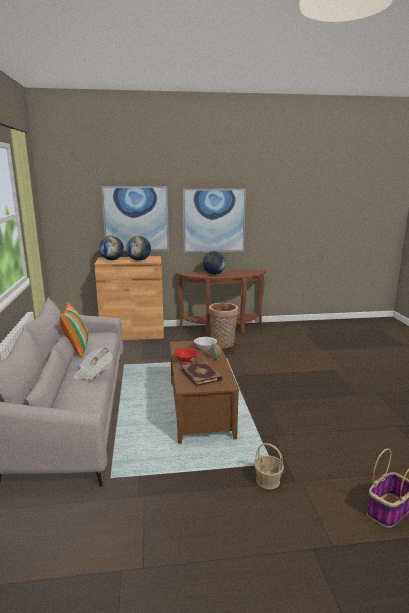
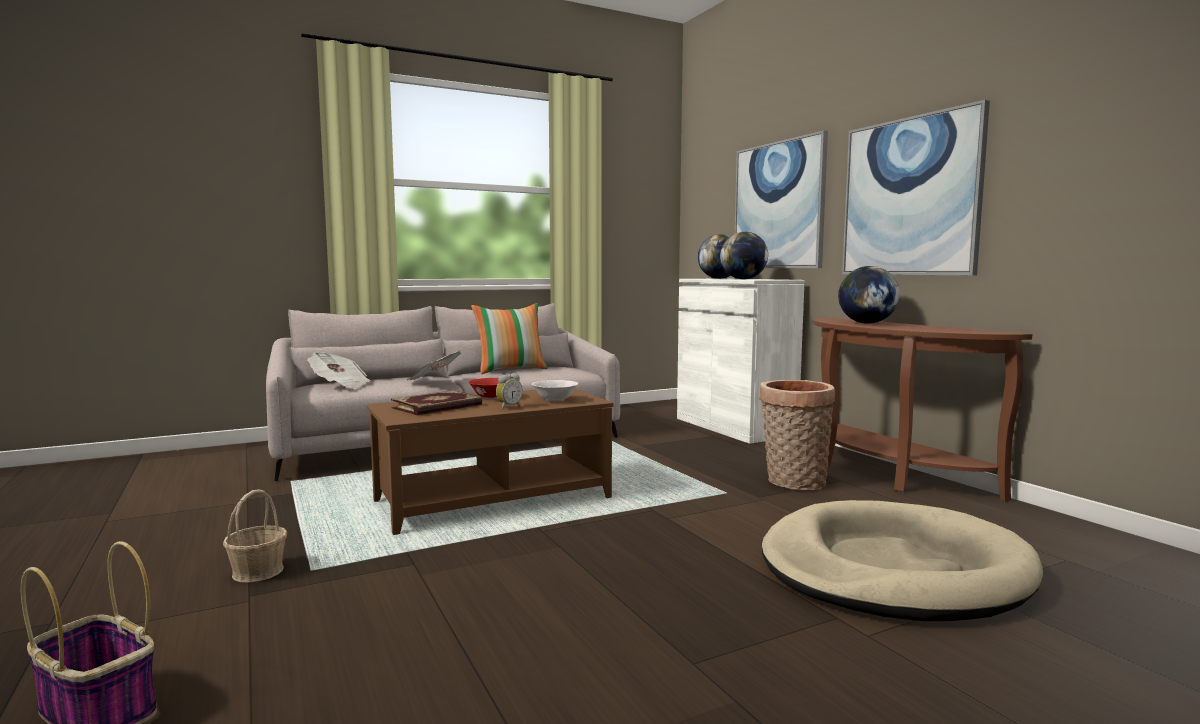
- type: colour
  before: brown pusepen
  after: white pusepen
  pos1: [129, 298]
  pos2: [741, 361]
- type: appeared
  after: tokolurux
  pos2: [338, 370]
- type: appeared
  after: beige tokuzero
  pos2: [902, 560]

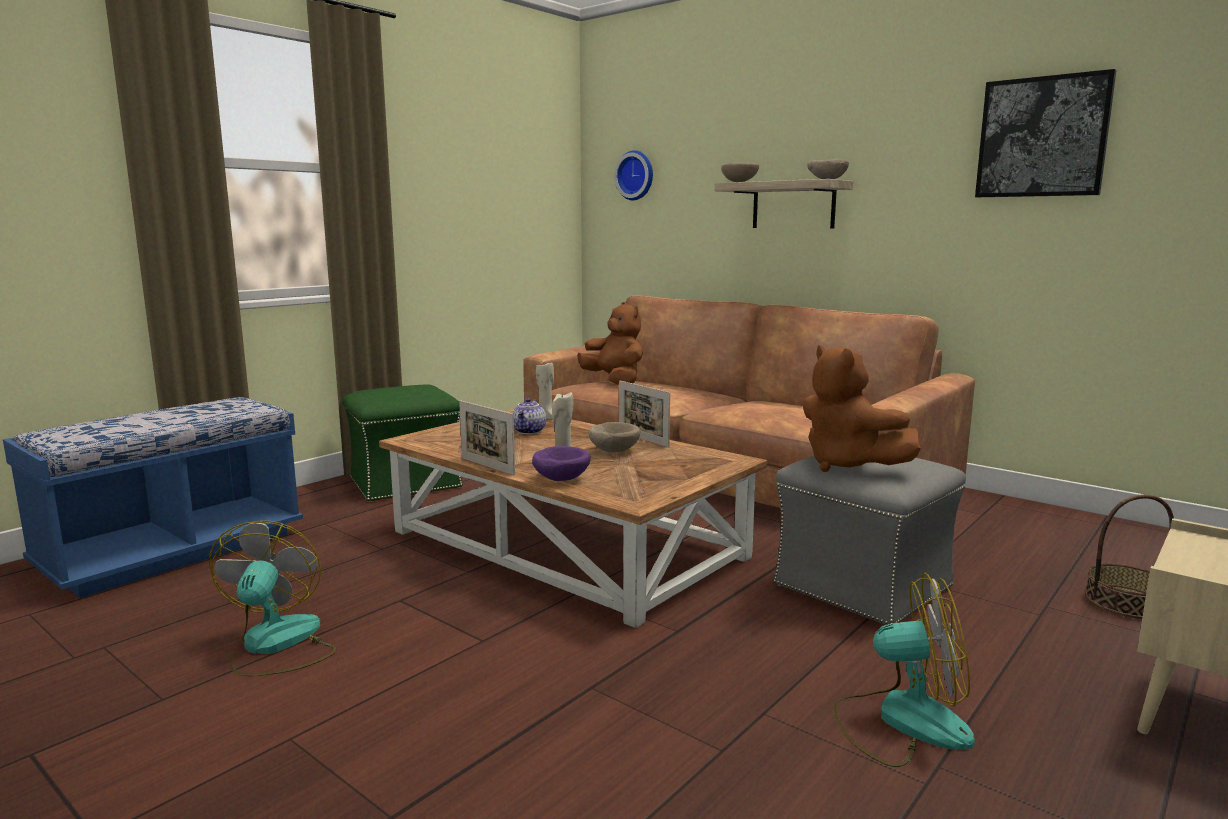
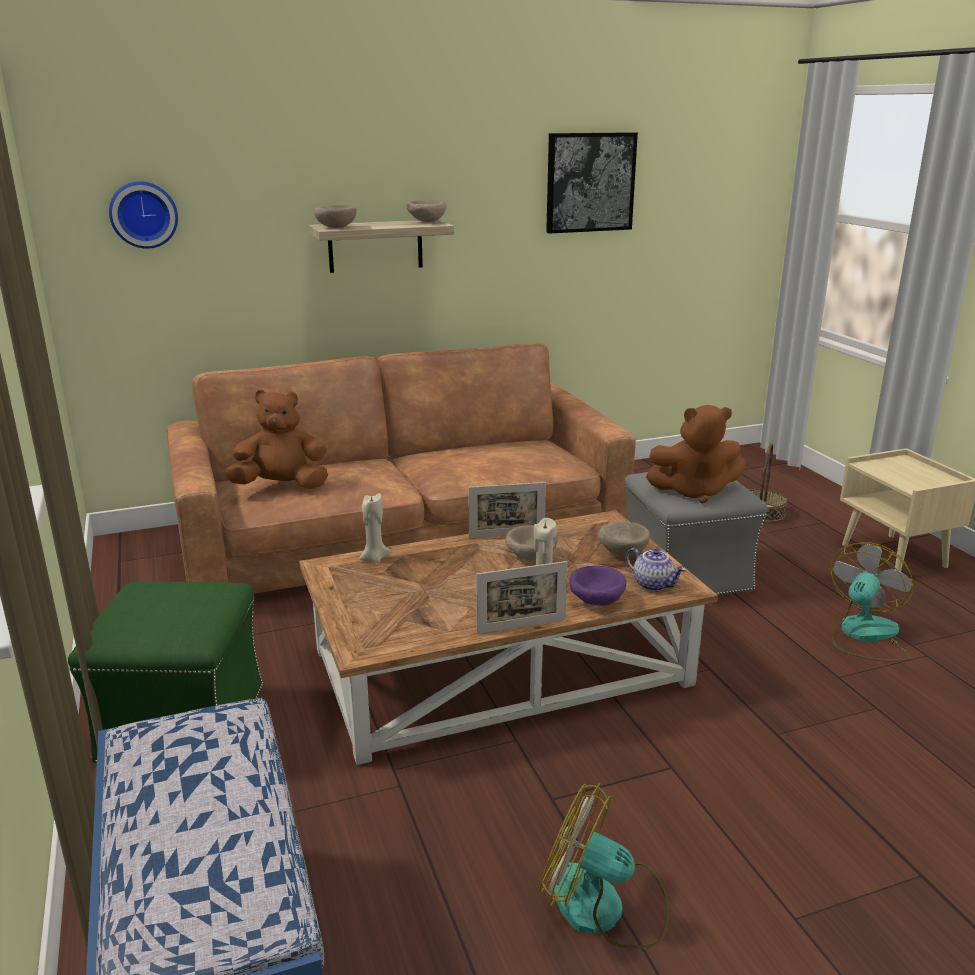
- type: relocated
  before: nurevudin
  pos1: [529, 416]
  pos2: [656, 569]
- type: appeared
  after: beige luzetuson
  pos2: [624, 538]

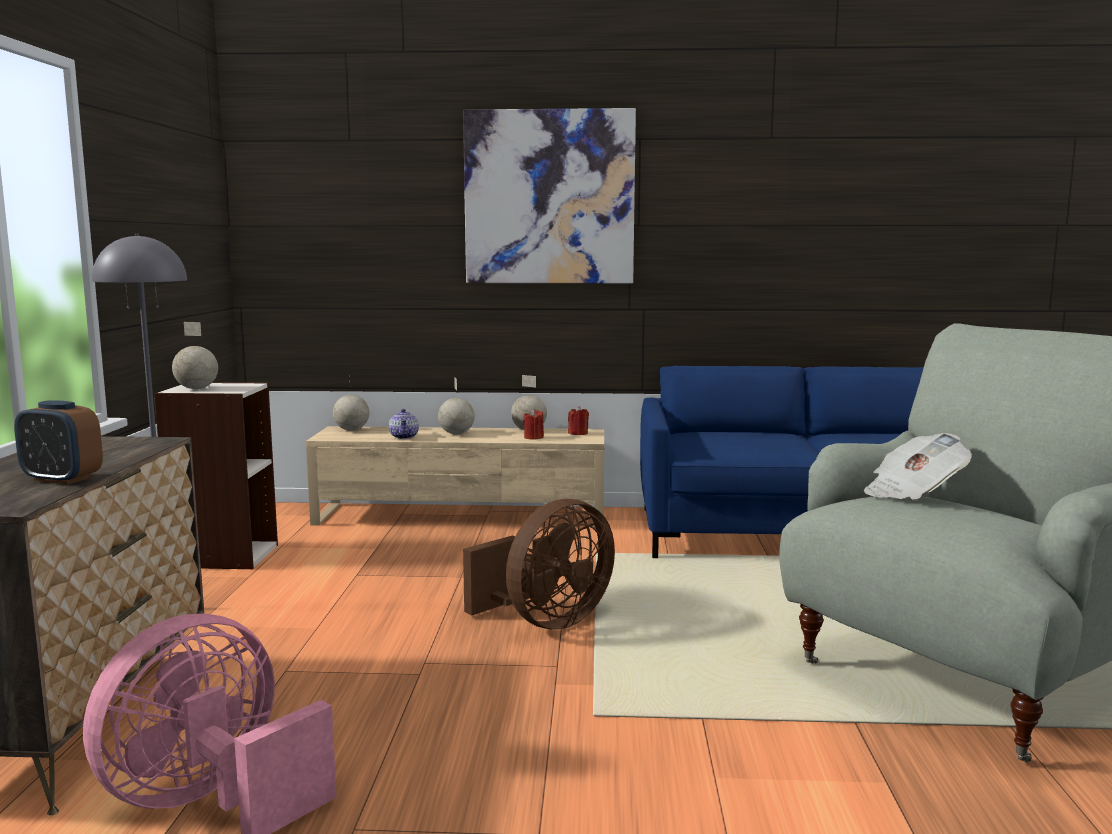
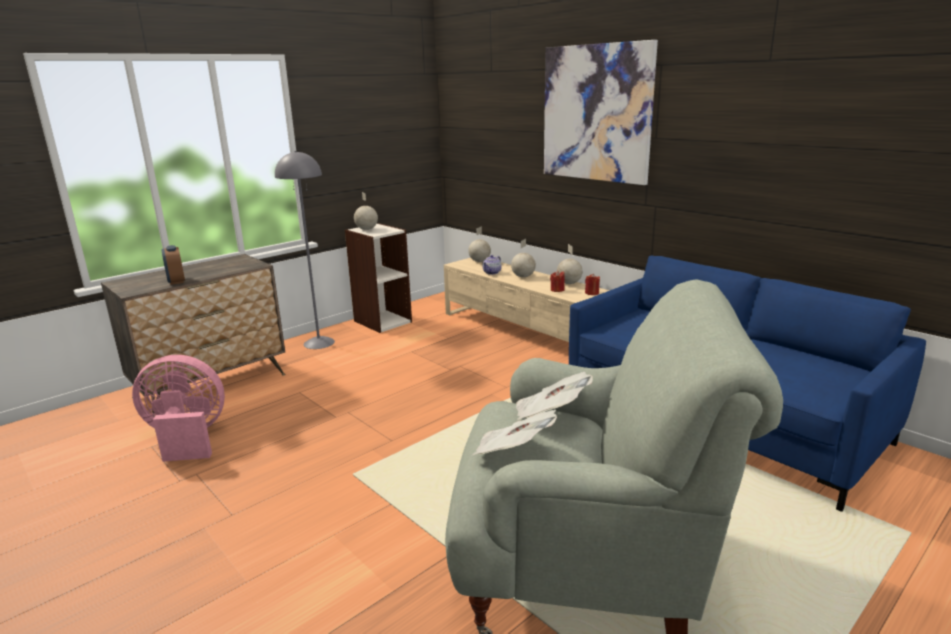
- type: missing
  before: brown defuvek
  pos1: [539, 564]
- type: appeared
  after: tokolurux
  pos2: [514, 432]

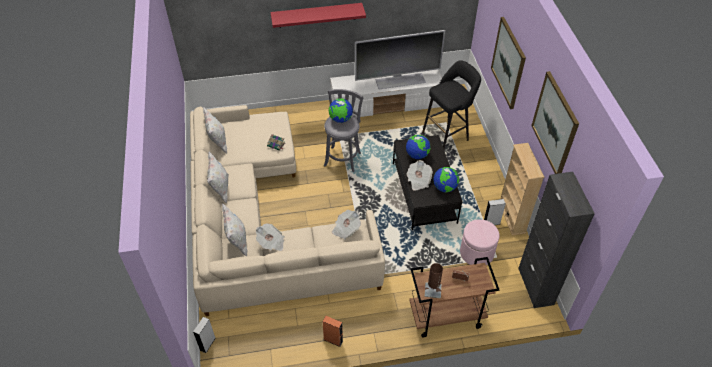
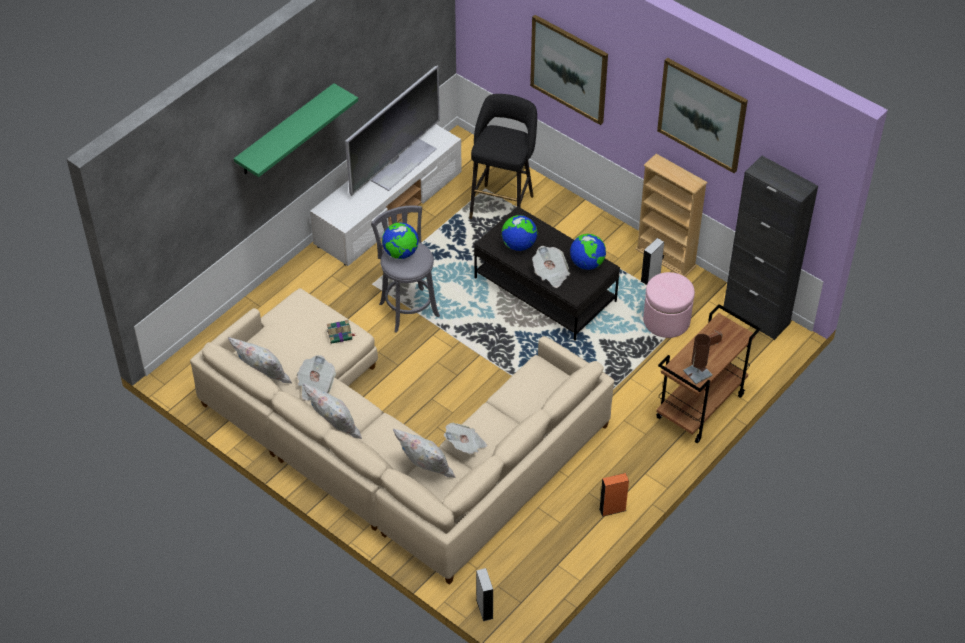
- type: colour
  before: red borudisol
  after: green borudisol
  pos1: [318, 15]
  pos2: [296, 130]
- type: relocated
  before: tokolurux
  pos1: [346, 225]
  pos2: [316, 377]

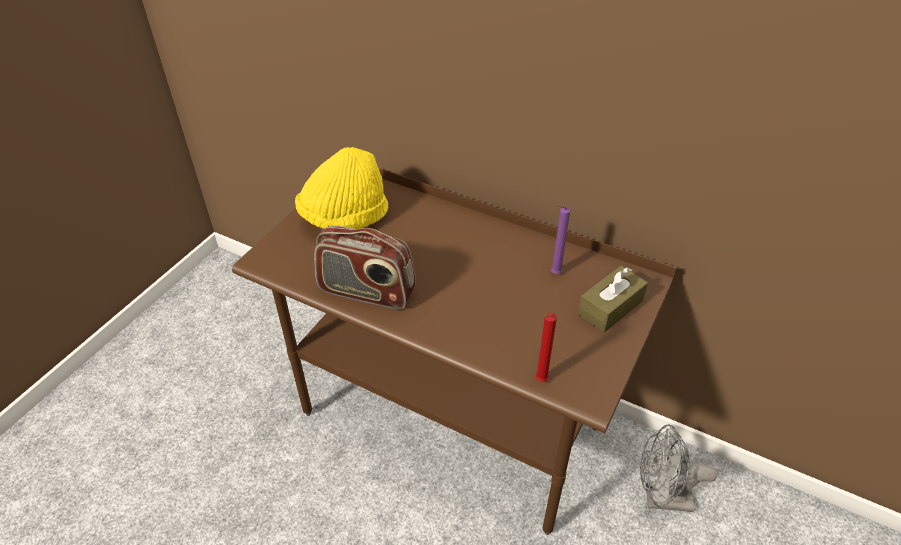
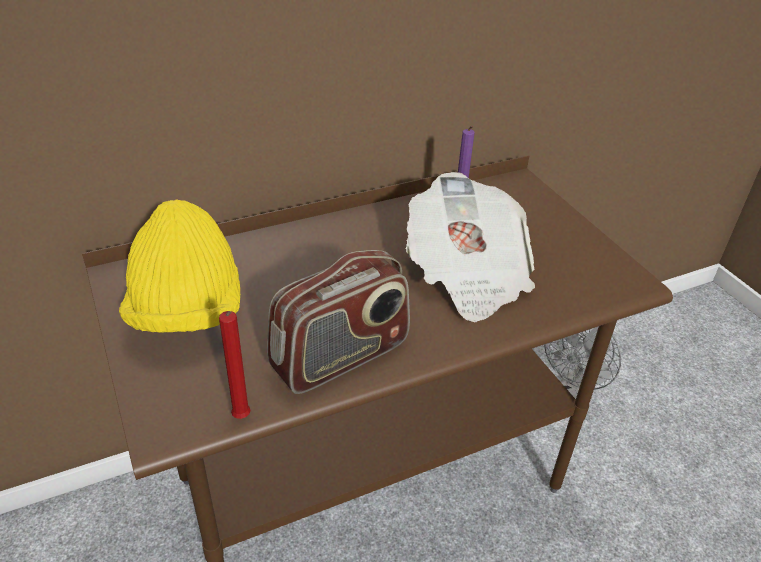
- type: missing
  before: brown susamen
  pos1: [613, 299]
- type: relocated
  before: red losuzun
  pos1: [546, 347]
  pos2: [235, 365]
- type: appeared
  after: tokolurux
  pos2: [470, 247]

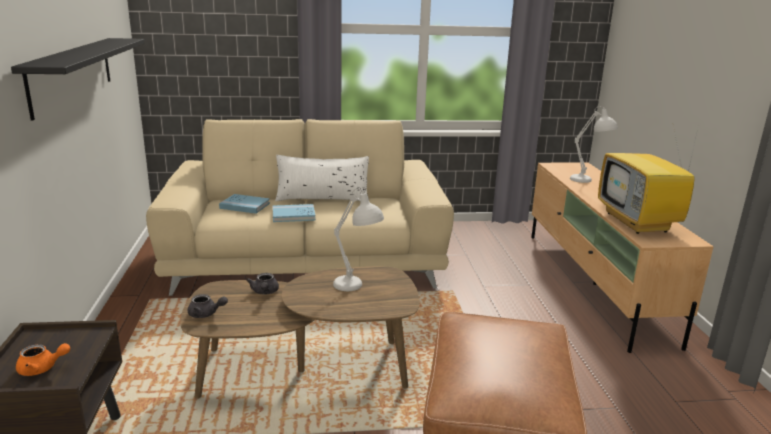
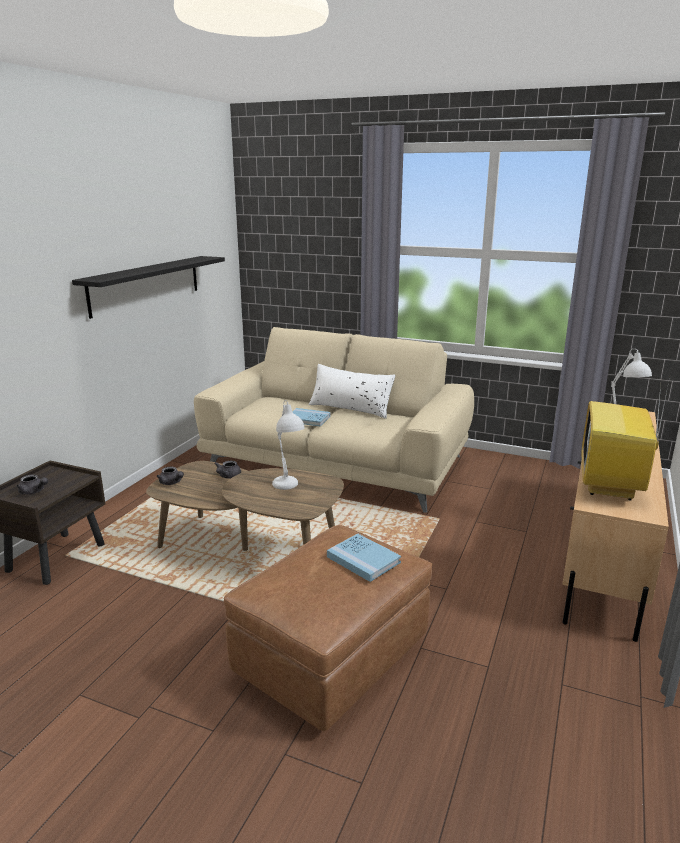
- type: relocated
  before: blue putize
  pos1: [244, 204]
  pos2: [364, 557]
- type: colour
  before: orange nurevudin
  after: grey nurevudin
  pos1: [43, 359]
  pos2: [32, 485]

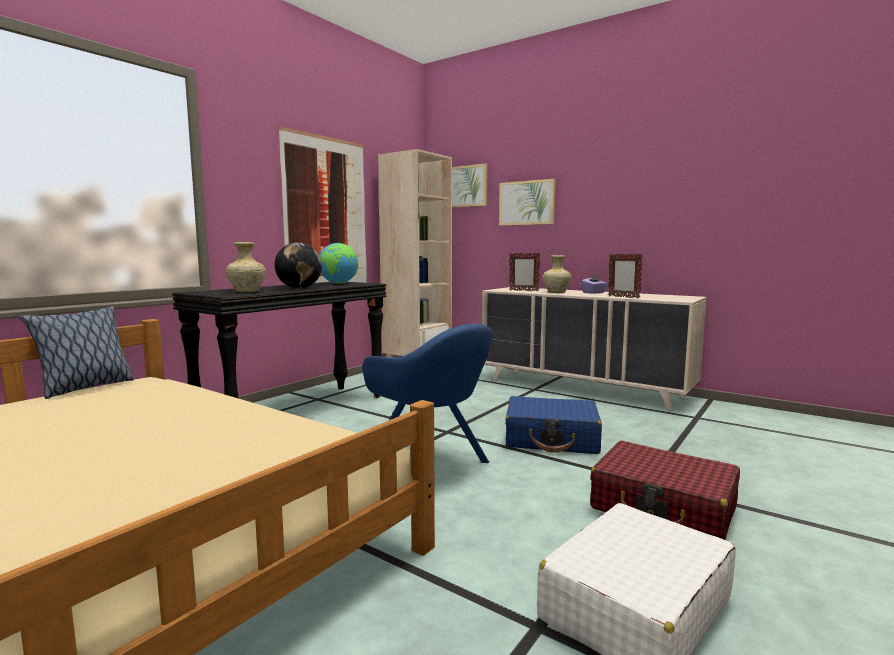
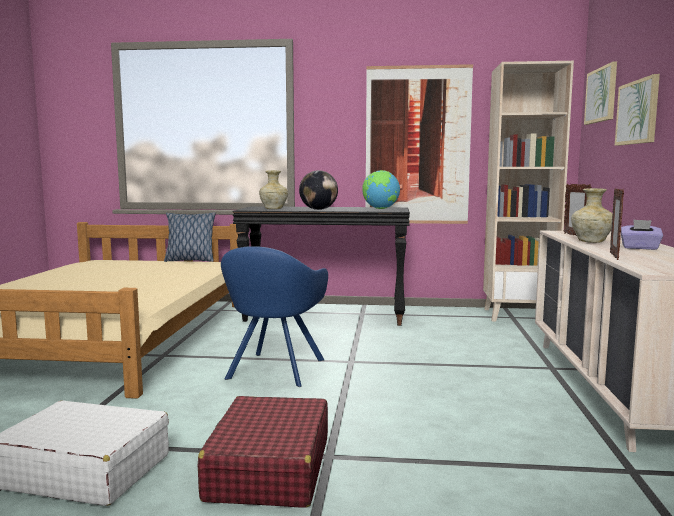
- type: missing
  before: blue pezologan
  pos1: [553, 425]

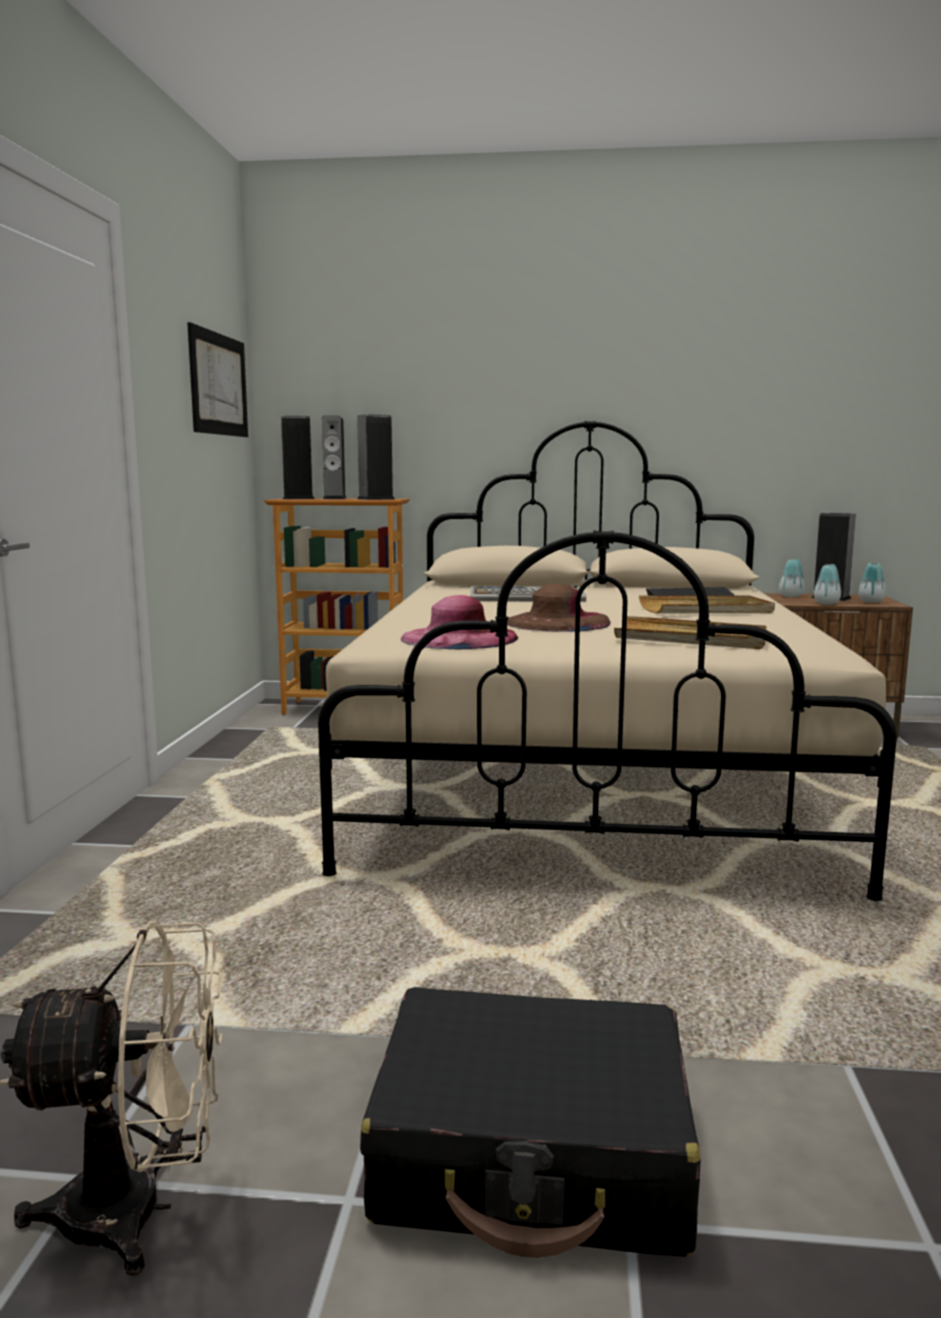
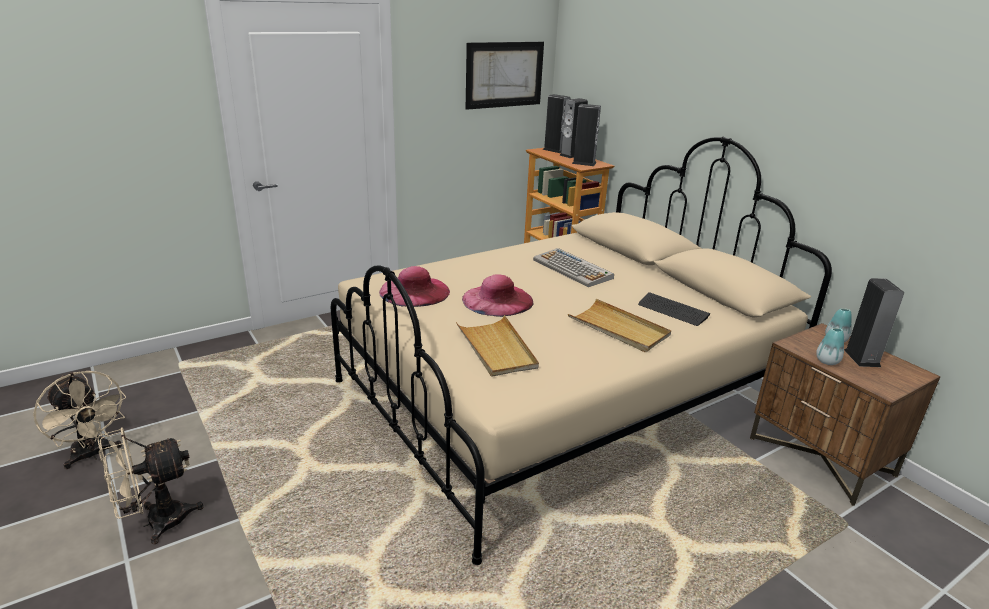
- type: missing
  before: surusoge
  pos1: [872, 583]
- type: colour
  before: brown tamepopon
  after: pink tamepopon
  pos1: [558, 607]
  pos2: [498, 295]
- type: exchanged
  before: black pezologan
  after: beige defuvek
  pos1: [530, 1122]
  pos2: [150, 485]

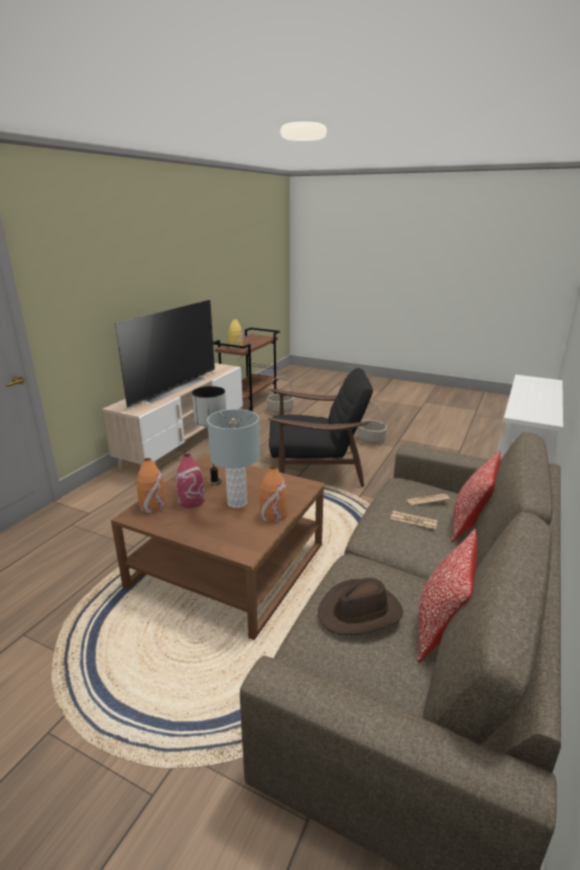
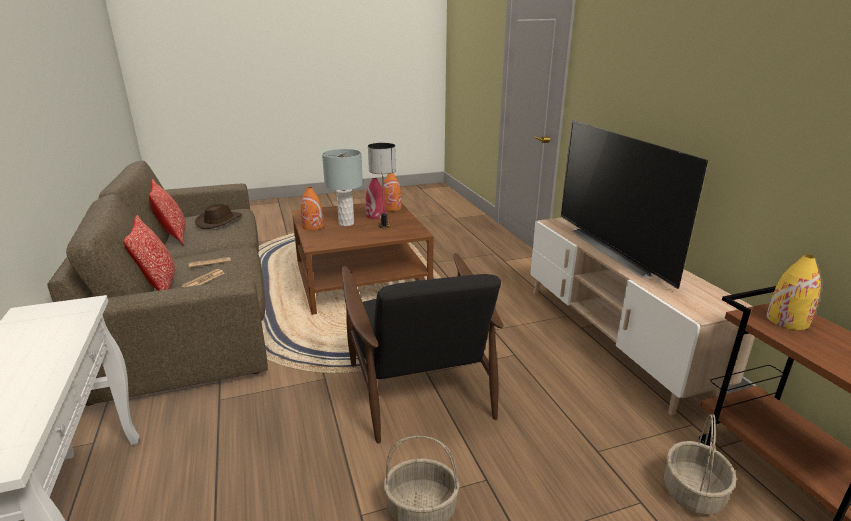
- type: spun
  before: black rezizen
  pos1: [320, 427]
  pos2: [422, 348]
  turn: -60

